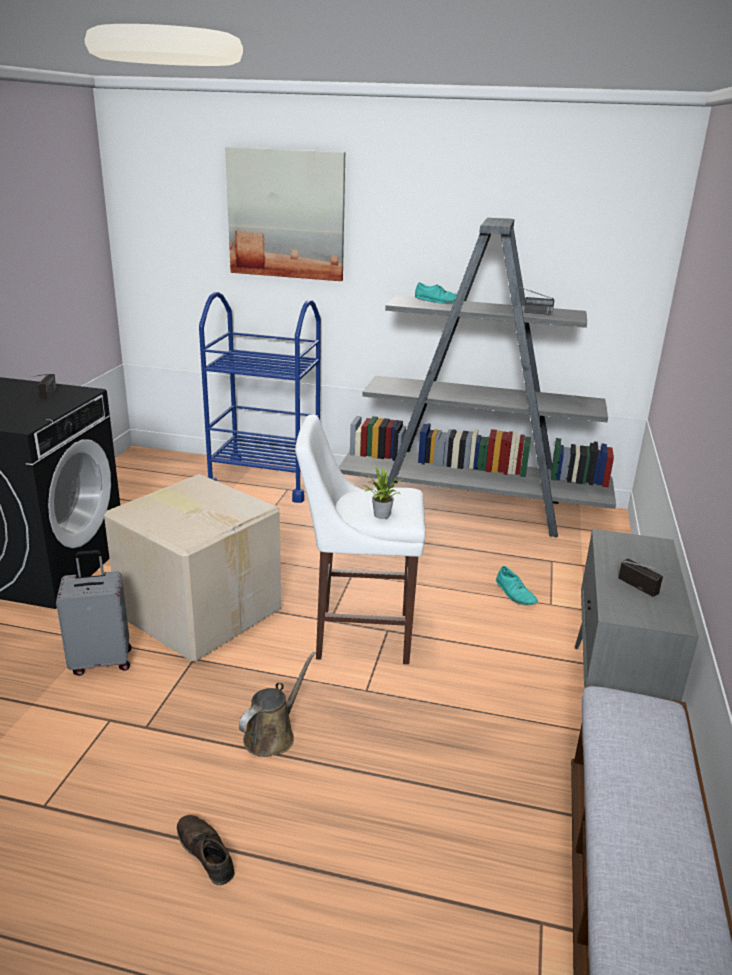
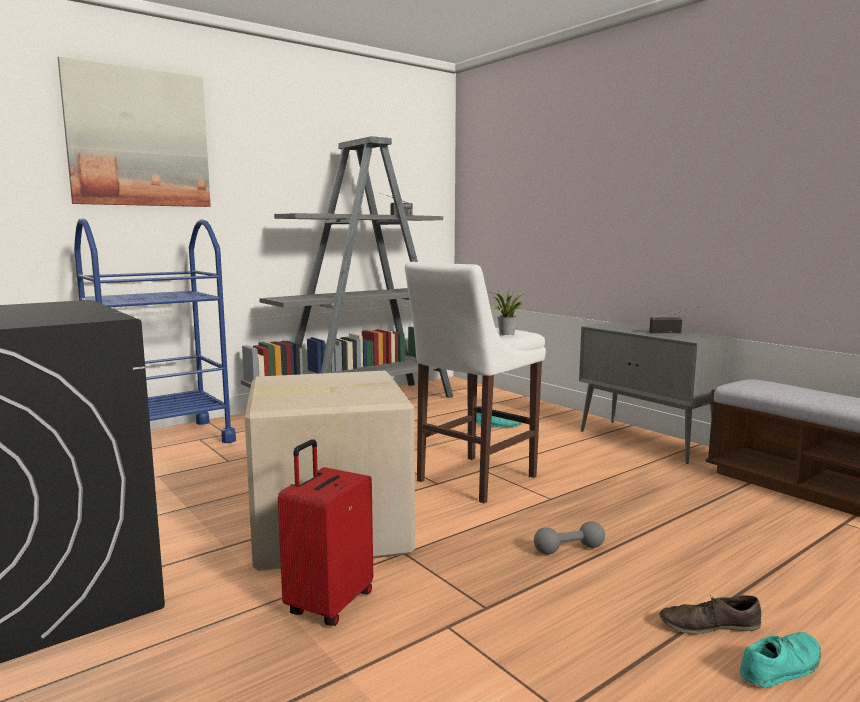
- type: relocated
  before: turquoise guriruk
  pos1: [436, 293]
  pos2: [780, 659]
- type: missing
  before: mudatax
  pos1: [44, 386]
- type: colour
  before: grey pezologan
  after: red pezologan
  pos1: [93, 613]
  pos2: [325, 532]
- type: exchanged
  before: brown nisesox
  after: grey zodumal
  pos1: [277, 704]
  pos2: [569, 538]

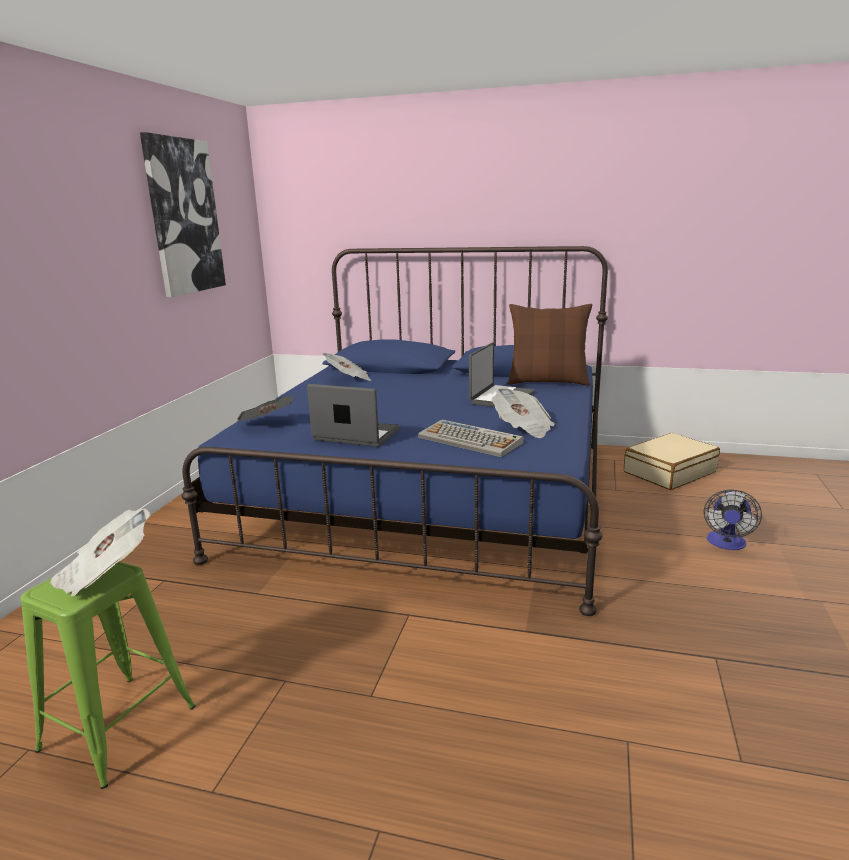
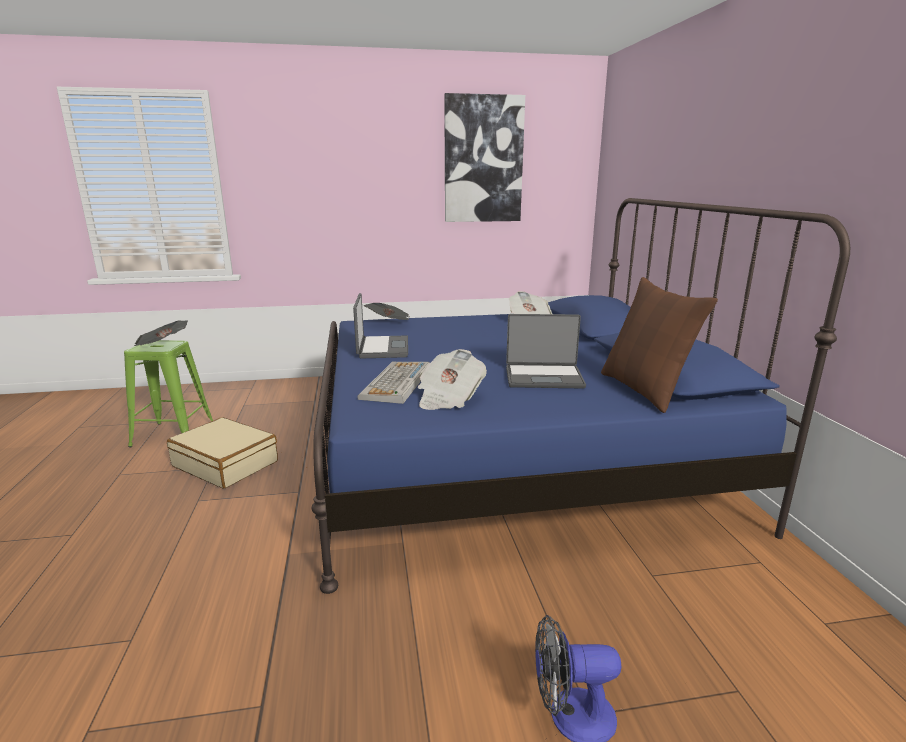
- type: relocated
  before: beige pezologan
  pos1: [672, 461]
  pos2: [222, 453]

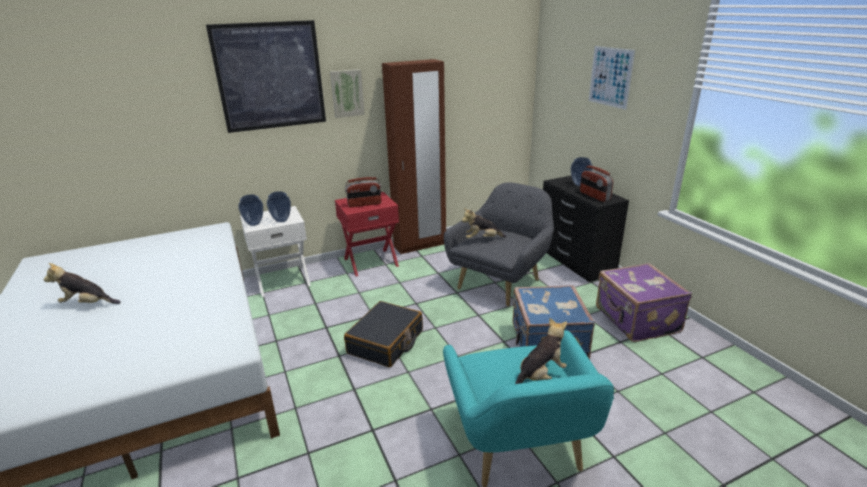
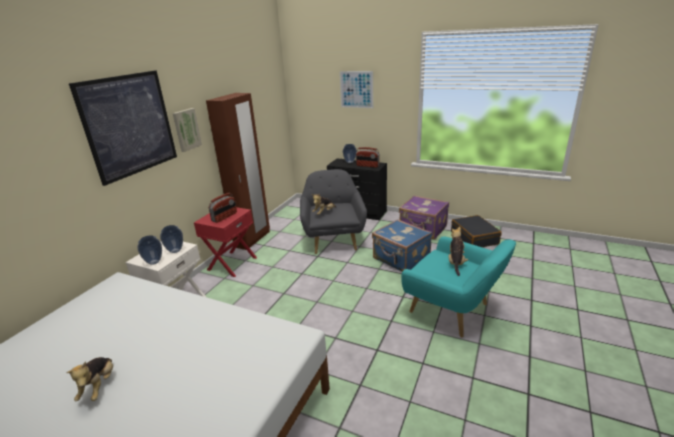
- type: spun
  before: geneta
  pos1: [82, 283]
  pos2: [90, 379]
  turn: -60
- type: relocated
  before: black pezologan
  pos1: [383, 334]
  pos2: [476, 231]

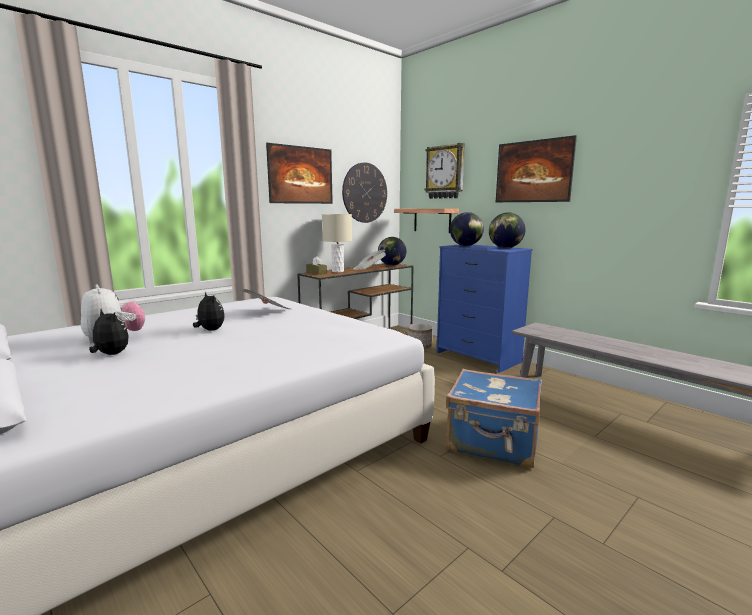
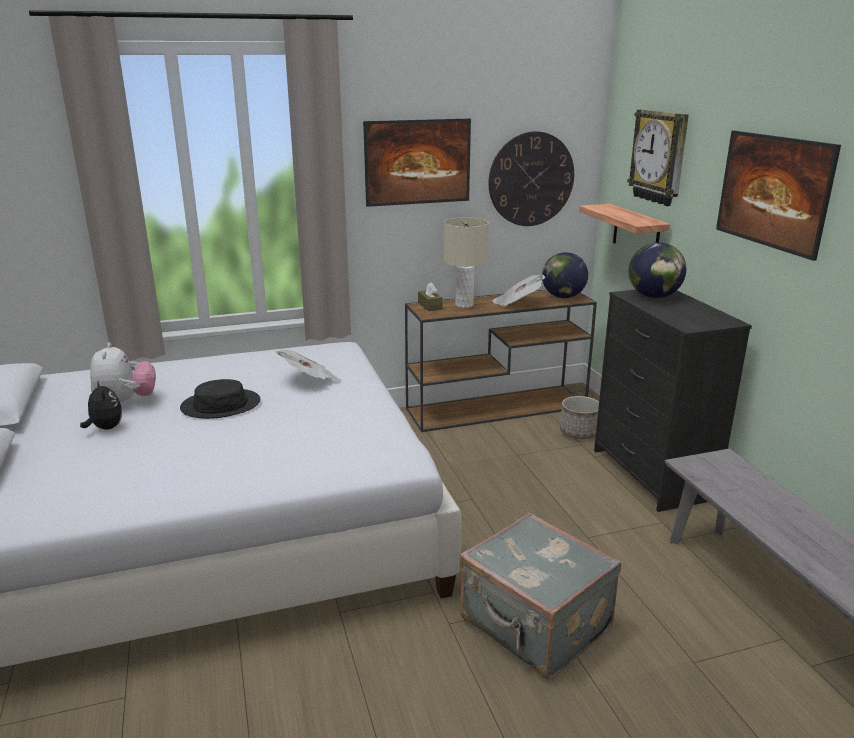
- type: missing
  before: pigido
  pos1: [507, 230]
- type: colour
  before: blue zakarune
  after: black zakarune
  pos1: [485, 309]
  pos2: [673, 401]
- type: exchanged
  before: geneta
  after: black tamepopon
  pos1: [209, 311]
  pos2: [220, 399]
- type: colour
  before: blue pezologan
  after: grey pezologan
  pos1: [494, 418]
  pos2: [540, 596]

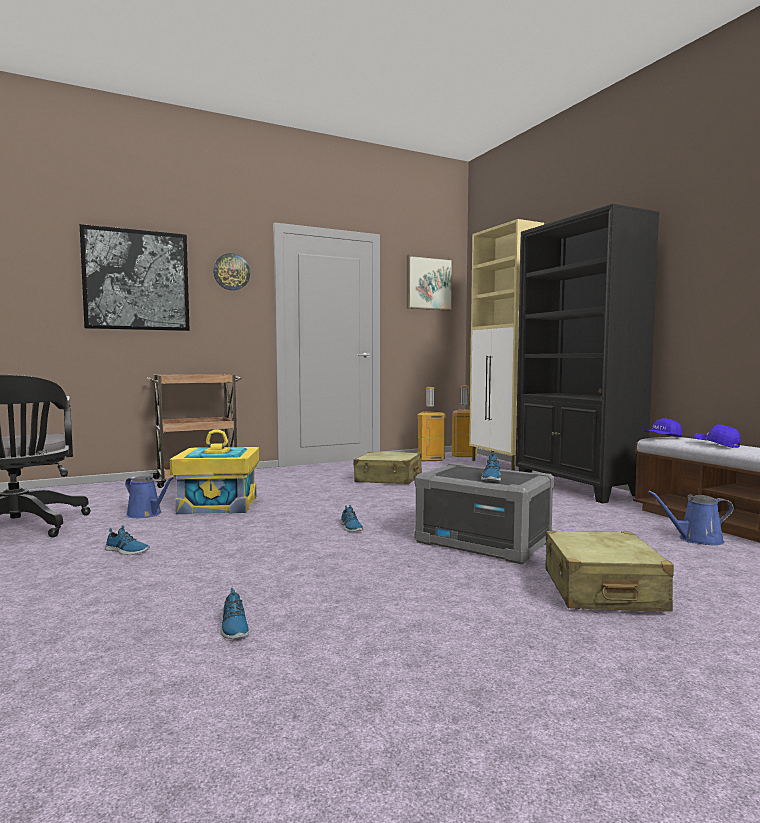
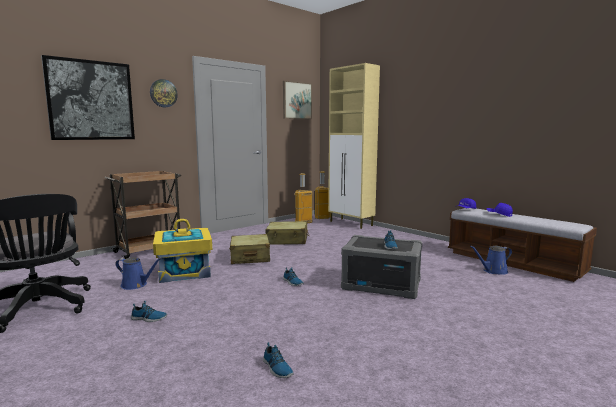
- type: missing
  before: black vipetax
  pos1: [587, 353]
- type: relocated
  before: beige pezologan
  pos1: [609, 571]
  pos2: [249, 249]

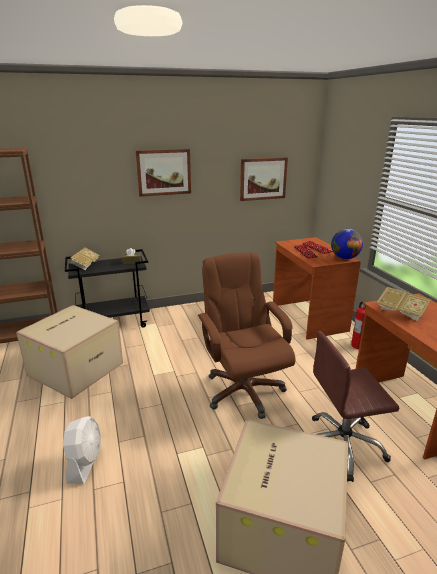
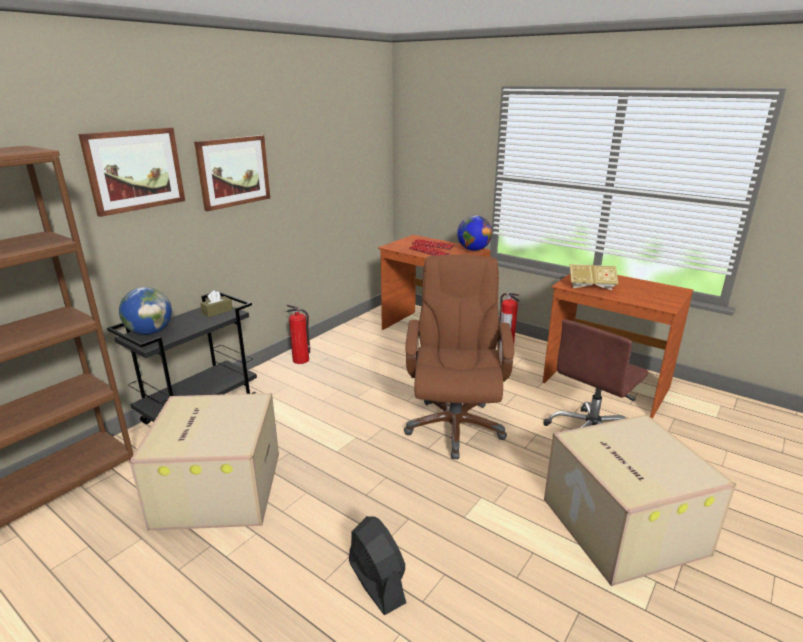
- type: relocated
  before: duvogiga
  pos1: [264, 179]
  pos2: [131, 172]
- type: exchanged
  before: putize
  after: pigido
  pos1: [85, 259]
  pos2: [145, 311]
- type: spun
  before: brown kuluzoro
  pos1: [246, 335]
  pos2: [459, 356]
  turn: 60
- type: colour
  before: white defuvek
  after: black defuvek
  pos1: [82, 450]
  pos2: [377, 565]
- type: appeared
  after: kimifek
  pos2: [298, 334]

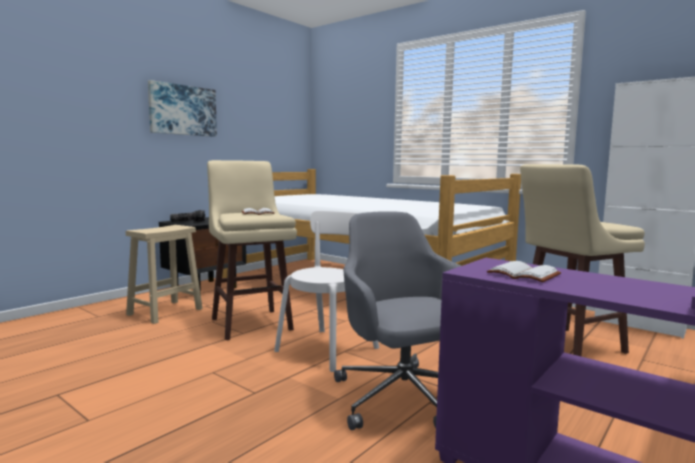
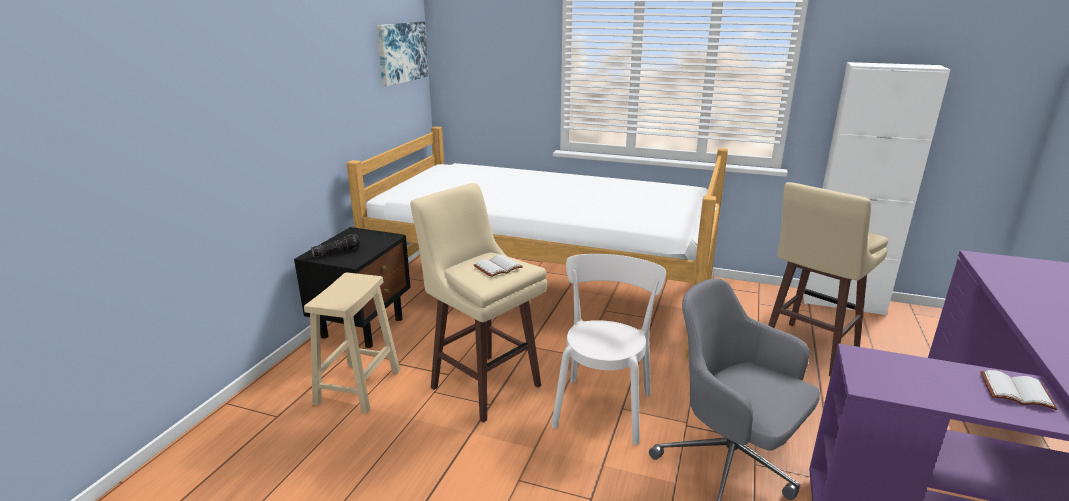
- type: relocated
  before: duvogiga
  pos1: [182, 108]
  pos2: [403, 54]
- type: relocated
  before: white putize
  pos1: [524, 271]
  pos2: [1018, 390]

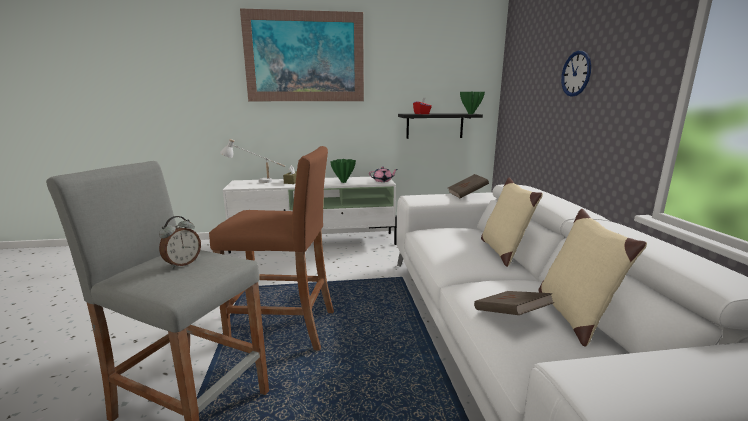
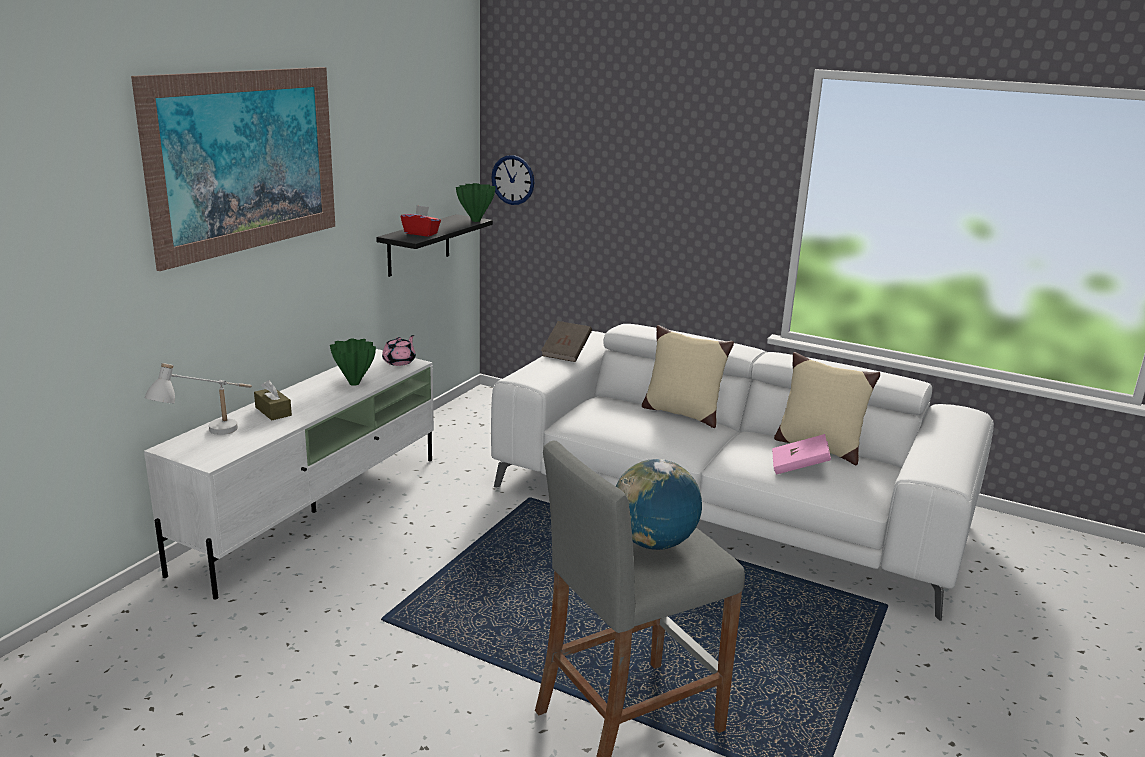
- type: relocated
  before: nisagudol
  pos1: [576, 74]
  pos2: [512, 180]
- type: missing
  before: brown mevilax
  pos1: [271, 248]
- type: exchanged
  before: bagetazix
  after: pigido
  pos1: [180, 242]
  pos2: [659, 504]
- type: colour
  before: brown putize
  after: pink putize
  pos1: [514, 303]
  pos2: [801, 454]

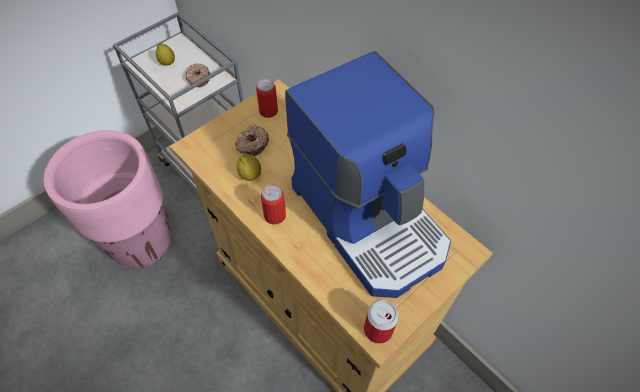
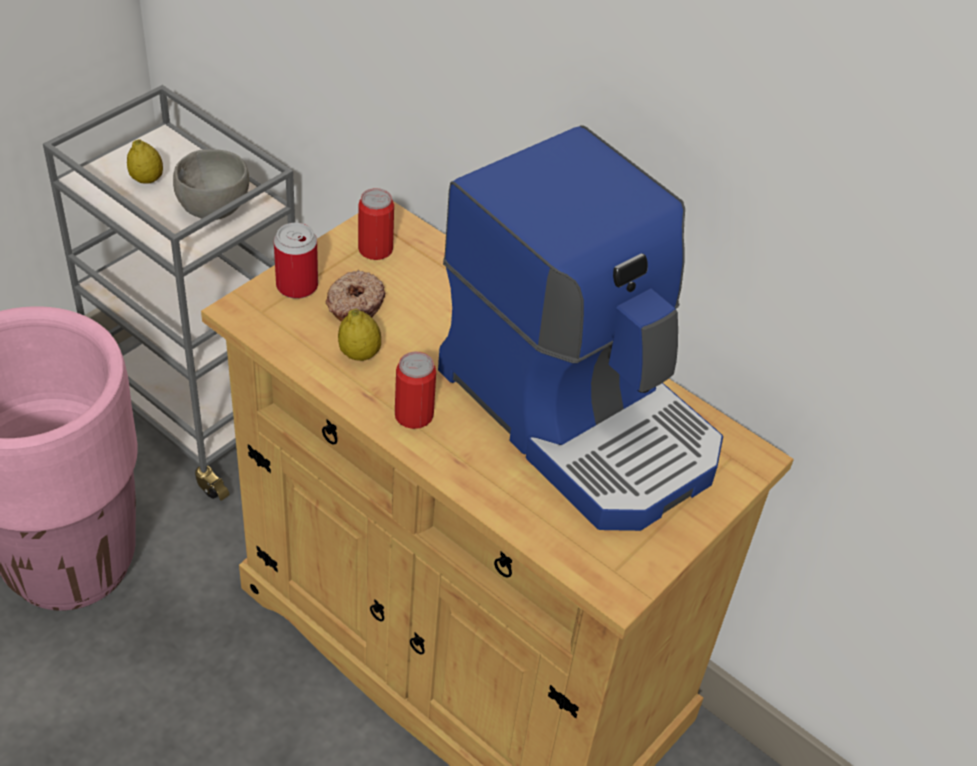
- type: exchanged
  before: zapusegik
  after: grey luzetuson
  pos1: [198, 75]
  pos2: [211, 184]
- type: relocated
  before: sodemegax
  pos1: [381, 322]
  pos2: [296, 261]

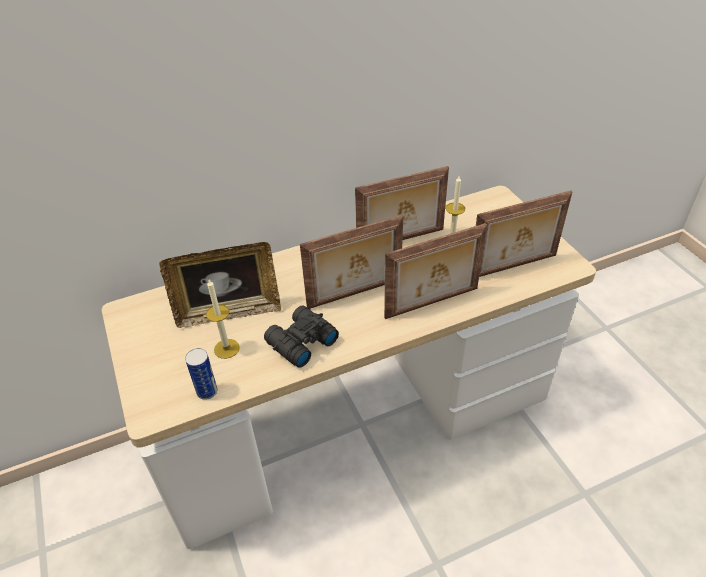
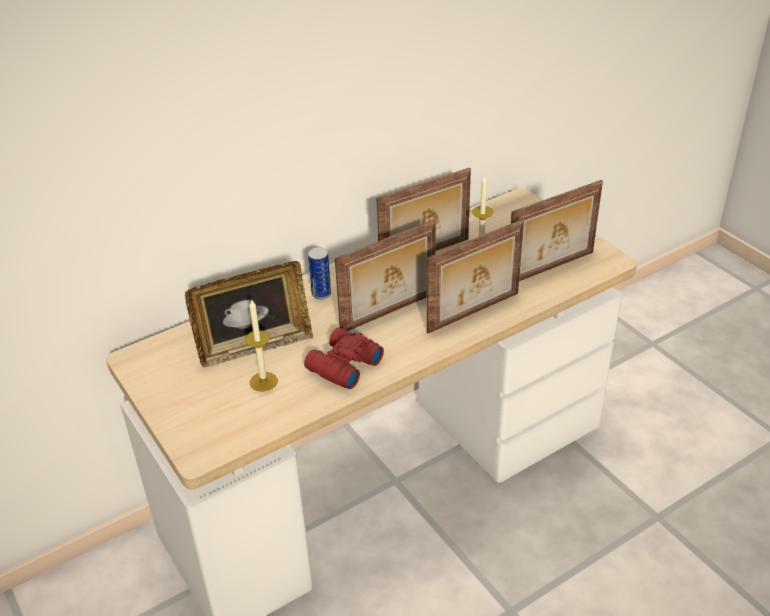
- type: colour
  before: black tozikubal
  after: red tozikubal
  pos1: [301, 337]
  pos2: [344, 358]
- type: relocated
  before: sodemegax
  pos1: [201, 374]
  pos2: [319, 273]

